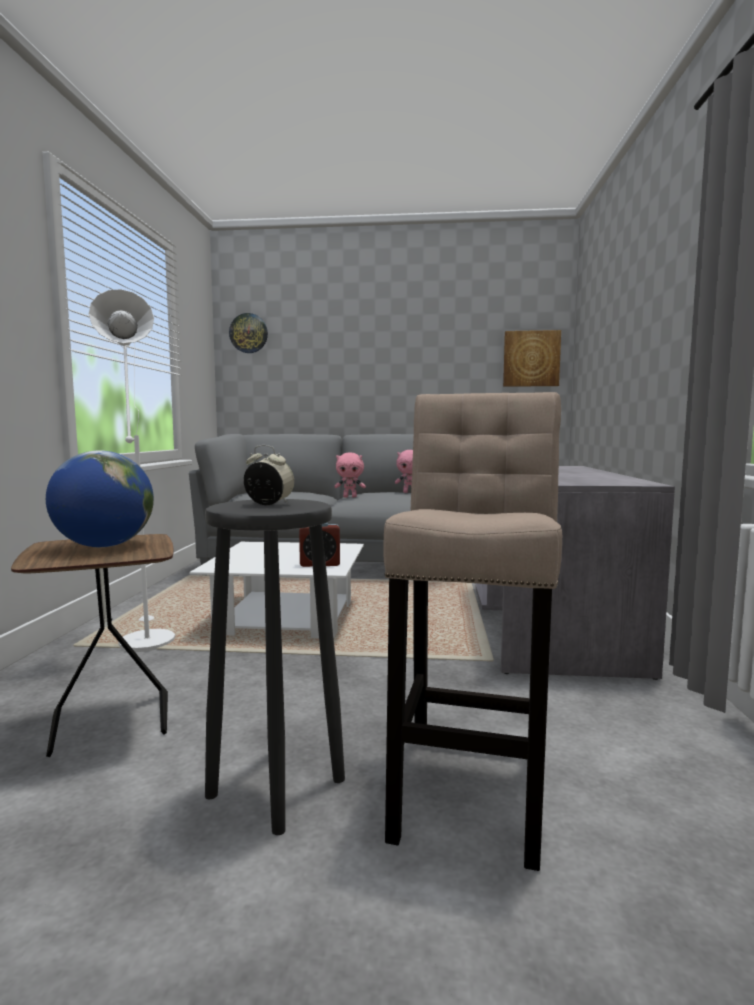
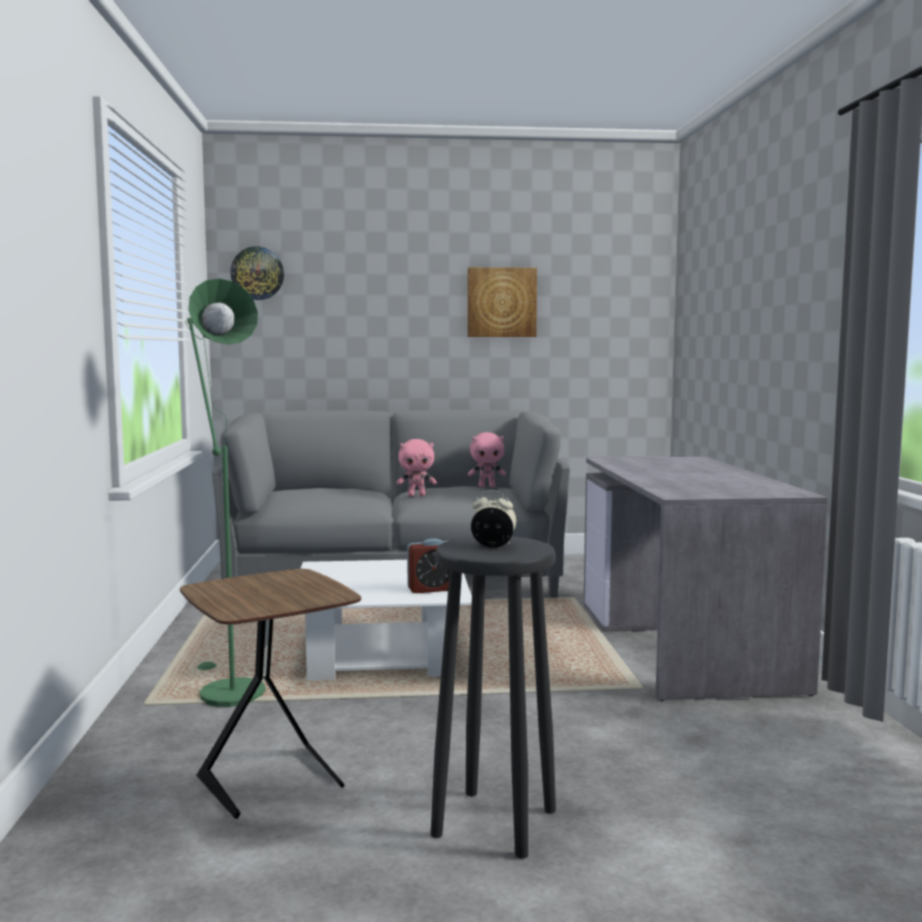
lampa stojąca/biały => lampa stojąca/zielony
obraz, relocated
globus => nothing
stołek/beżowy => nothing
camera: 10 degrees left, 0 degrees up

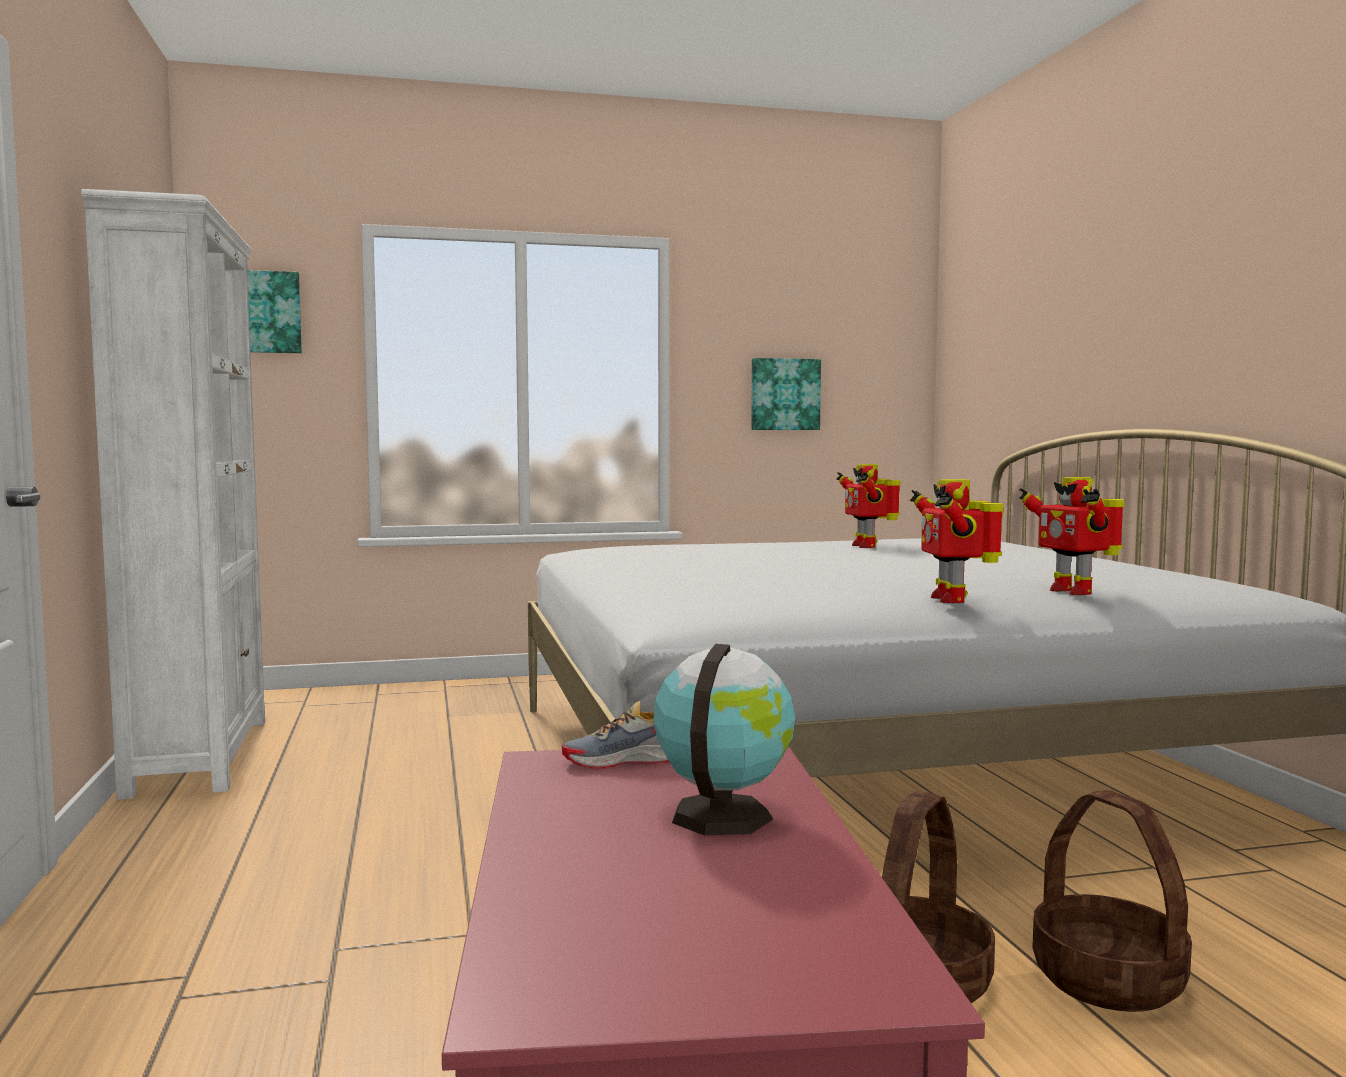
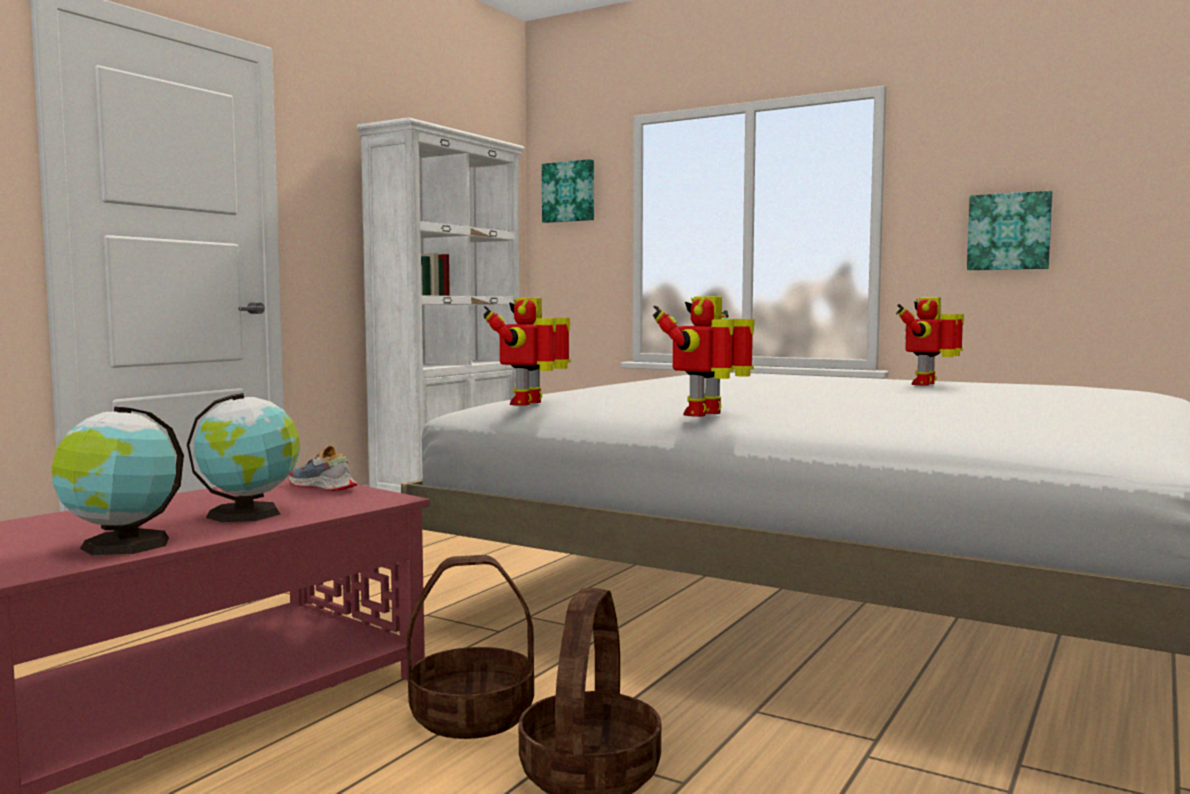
nothing => globus (no. 1 from left)
robot zabawkowy (no. 3 from left in the first image) => robot zabawkowy (no. 1 from left), relocated
camera: 45 degrees right, 0 degrees up

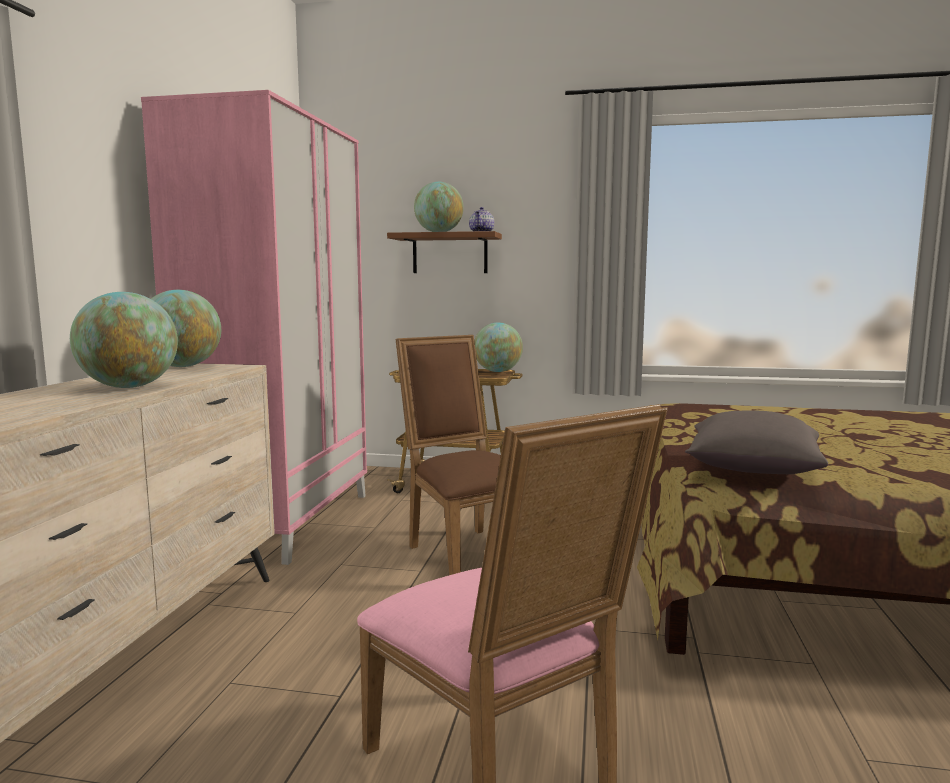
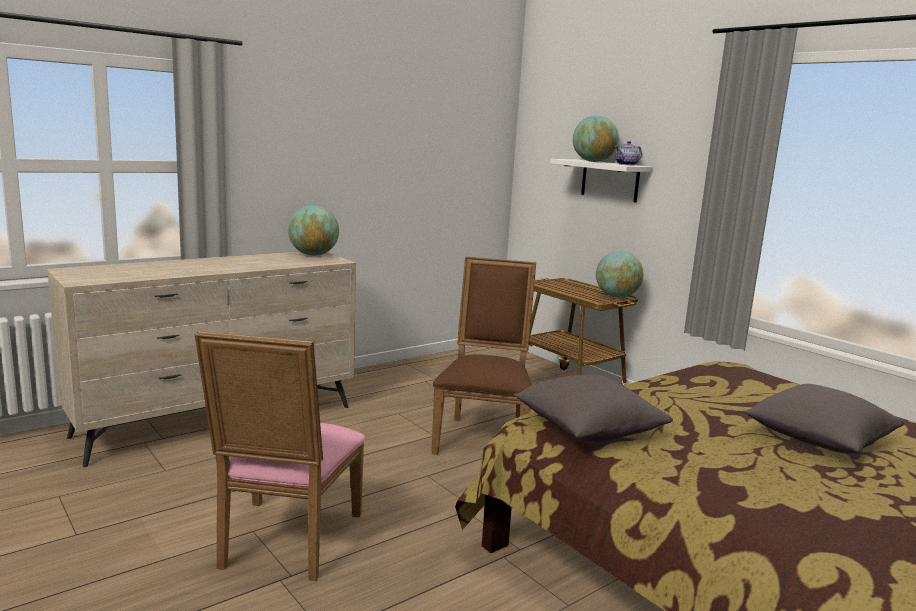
półka/brązowy => półka/biały
nothing => poduszka/szary (no. 2 from left)
globus (no. 1 from left) => nothing
szafa/różowy => nothing
camera: 40 degrees right, 5 degrees up

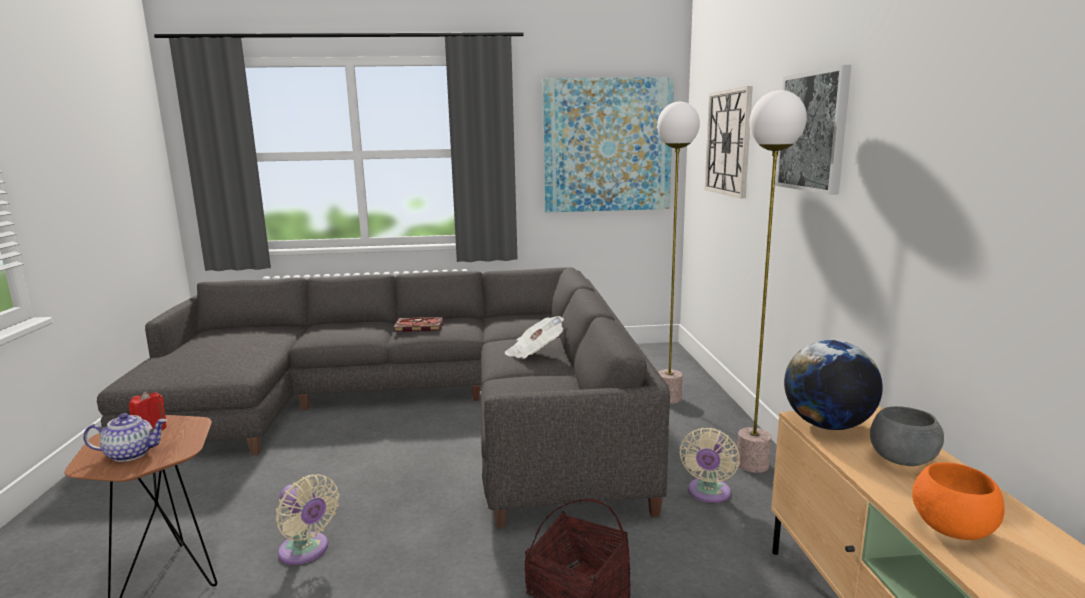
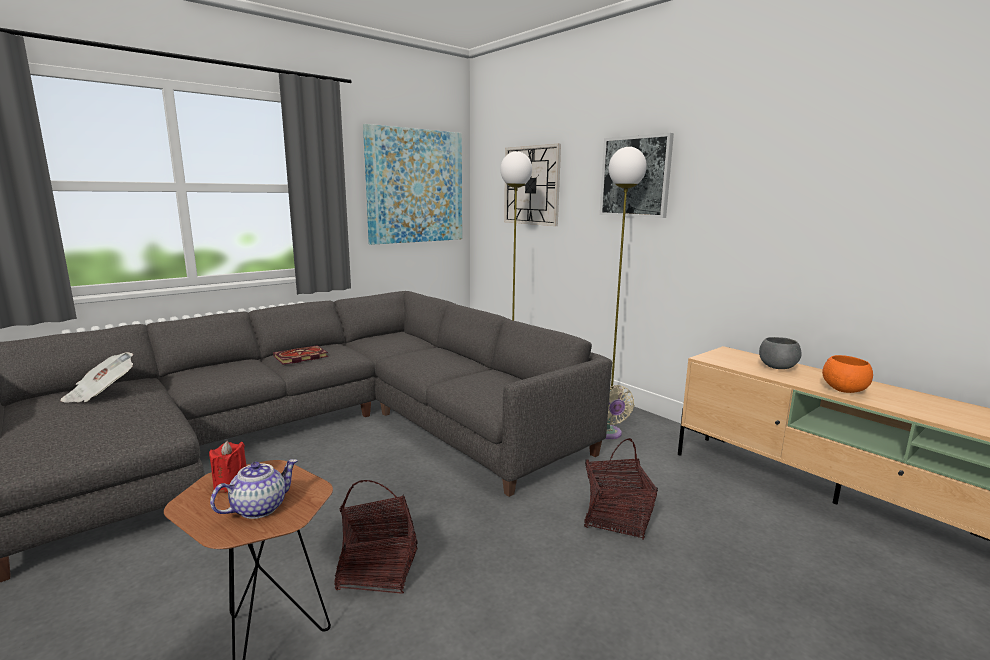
gazeta, relocated
wentylator/beżowy (no. 1 from left) => koszyk (no. 1 from left)
globus => nothing
camera: 35 degrees left, 0 degrees up

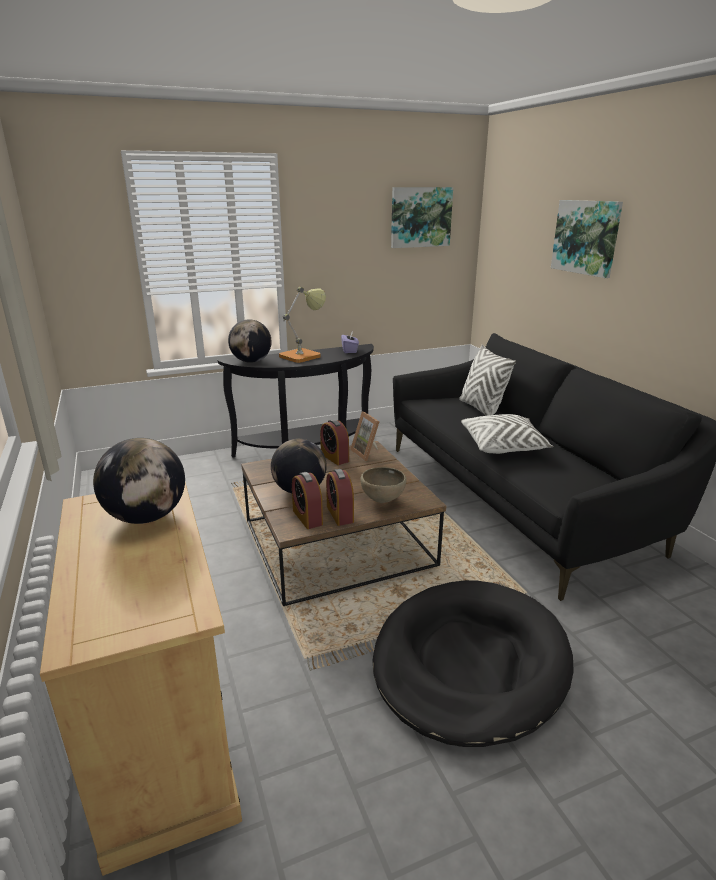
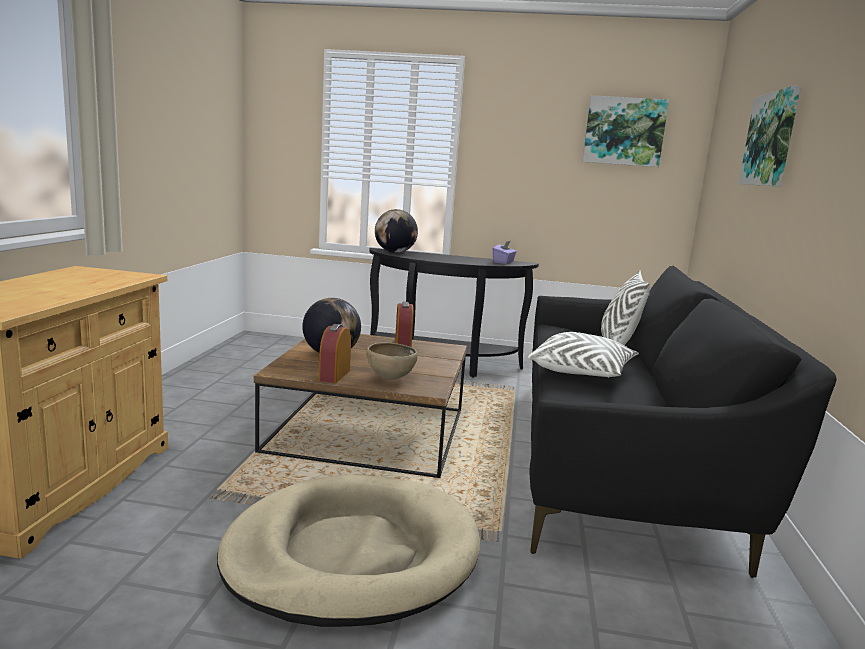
legowisko/czarny => legowisko/beżowy
globus (no. 1 from left) => nothing
lampa stołowa => nothing
budzik (no. 1 from left) => nothing
ramka na zdjęcie => nothing
camera: 30 degrees right, 10 degrees down

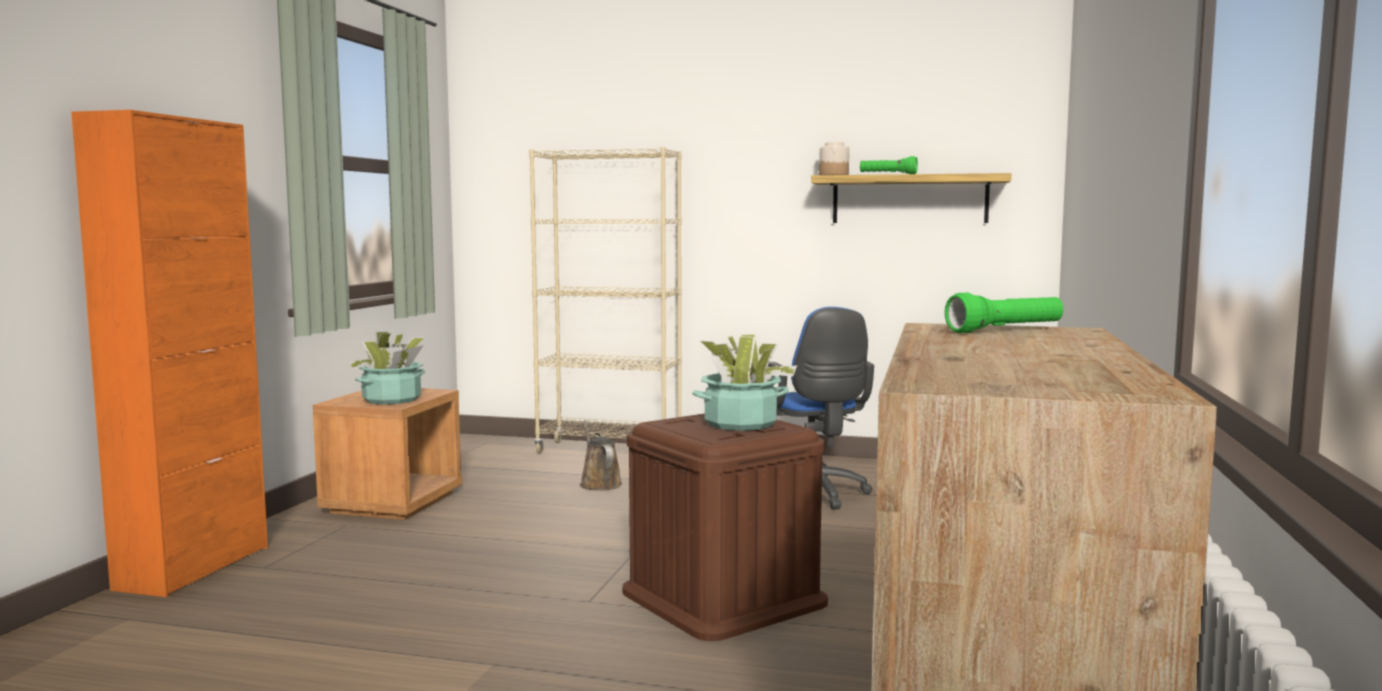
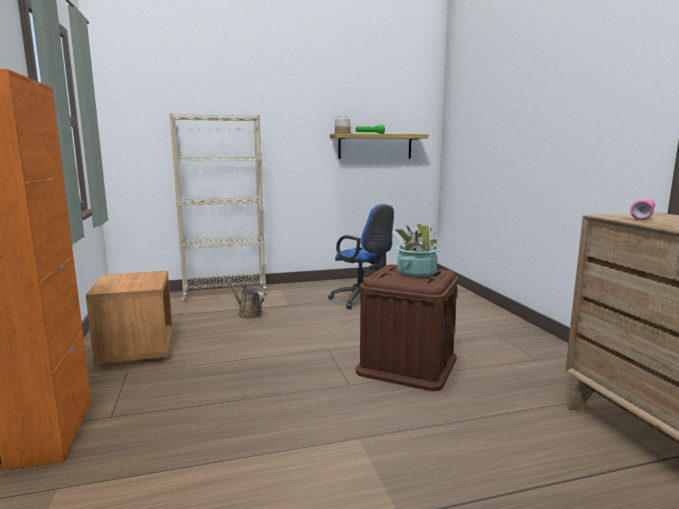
latarka/zielony (no. 2 from left) => latarka/różowy
roślina doniczkowa (no. 1 from left) => nothing
camera: 30 degrees left, 5 degrees up

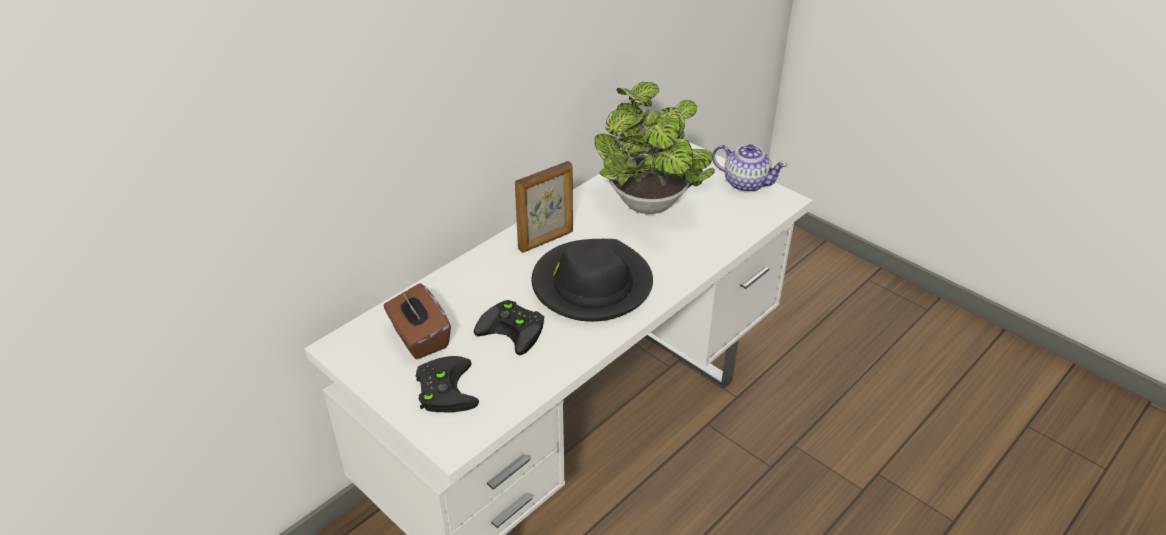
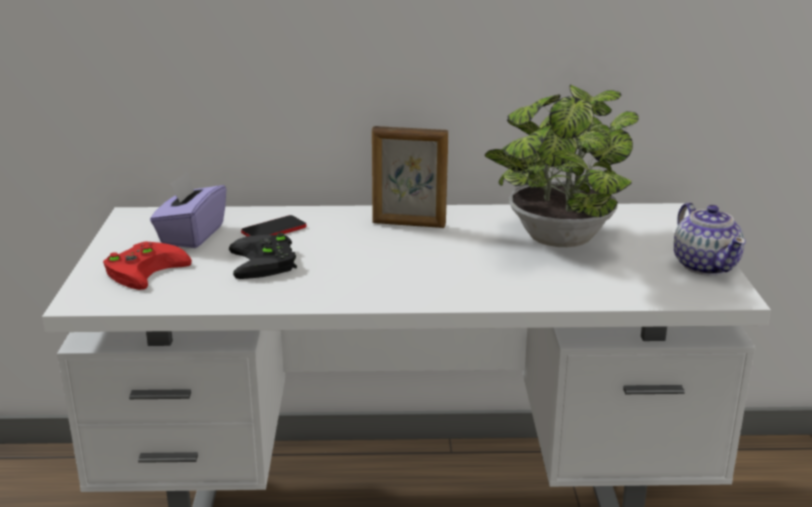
pad do gier/czarny (no. 1 from left) => pad do gier/czerwony
pudełko chusteczek/brązowy => pudełko chusteczek/fioletowy
nothing => telefon
kapelusz/czarny => nothing
camera: 45 degrees right, 15 degrees down

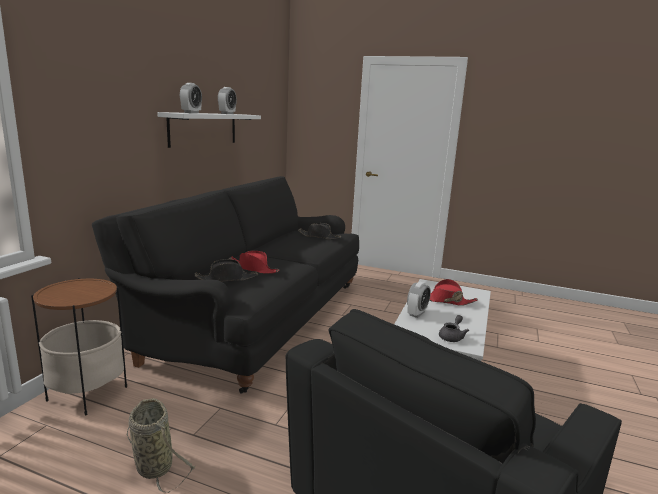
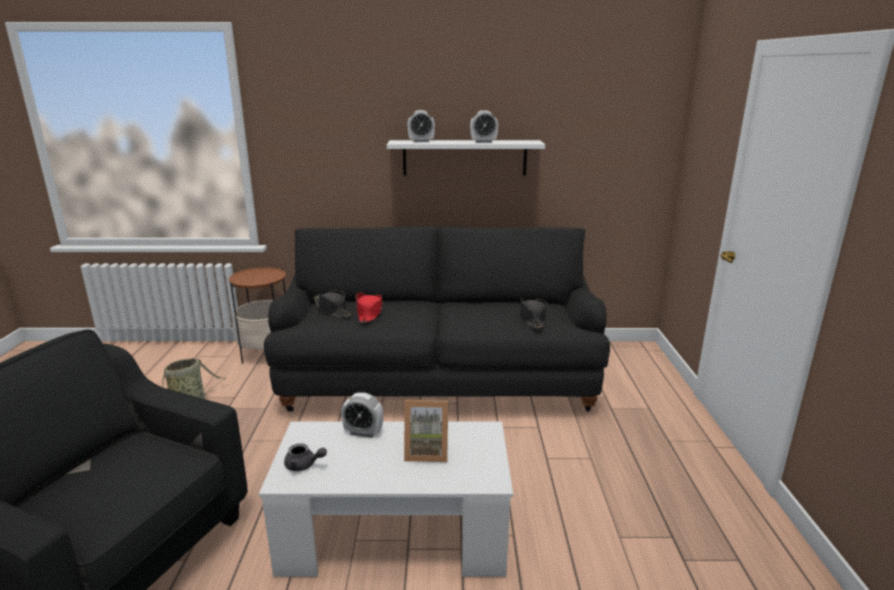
kapelusz/czerwony (no. 2 from left) => ramka na zdjęcie
camera: 70 degrees right, 5 degrees up

